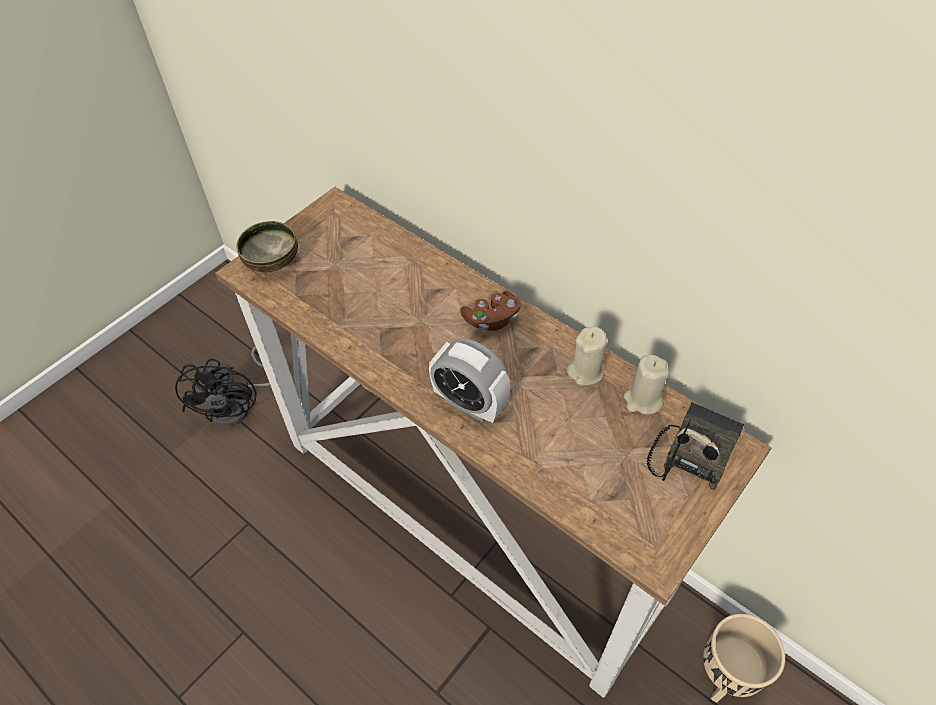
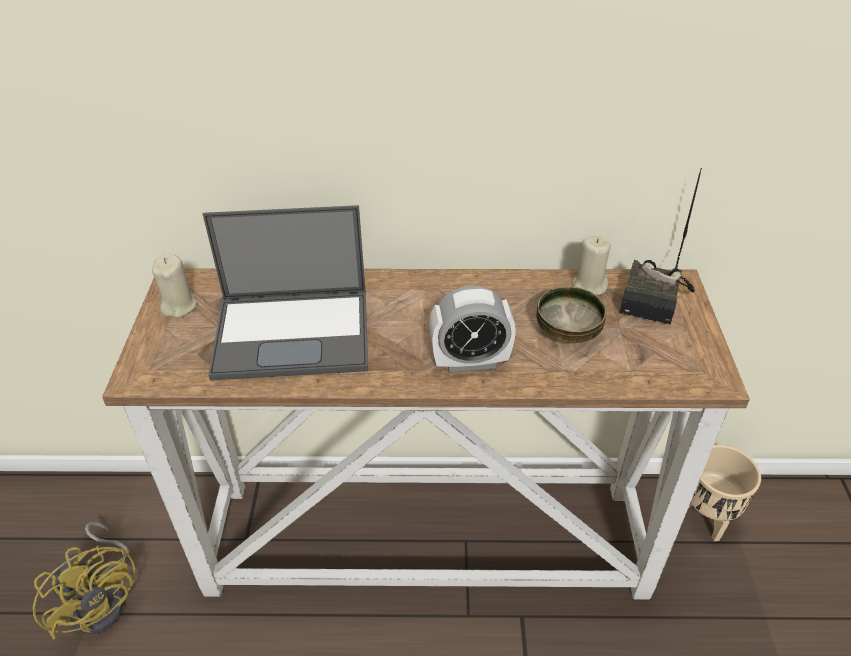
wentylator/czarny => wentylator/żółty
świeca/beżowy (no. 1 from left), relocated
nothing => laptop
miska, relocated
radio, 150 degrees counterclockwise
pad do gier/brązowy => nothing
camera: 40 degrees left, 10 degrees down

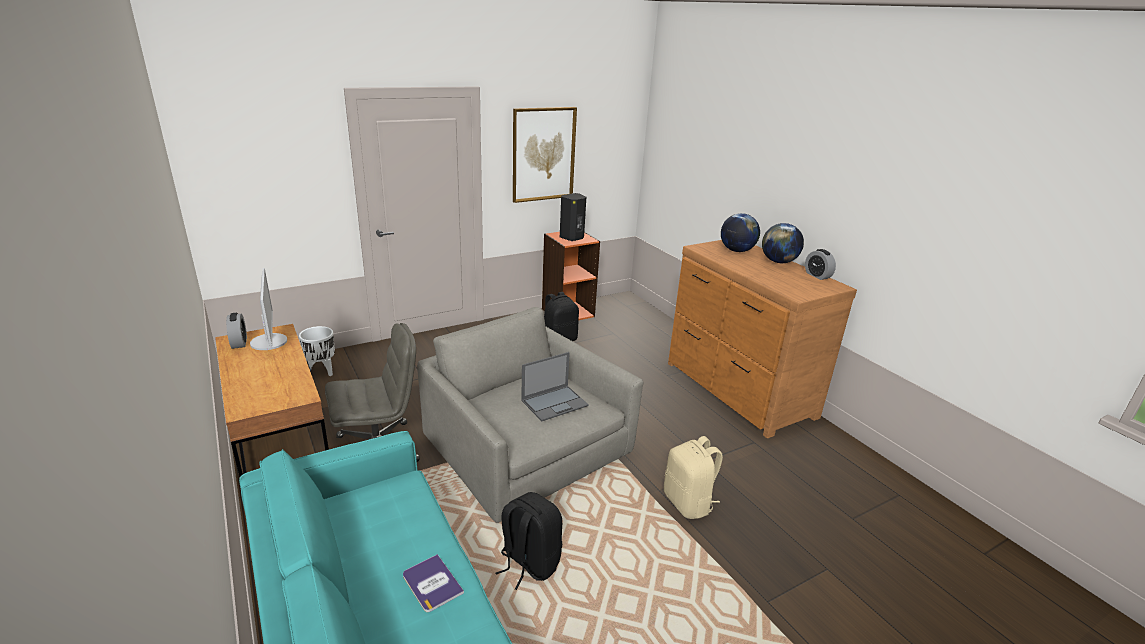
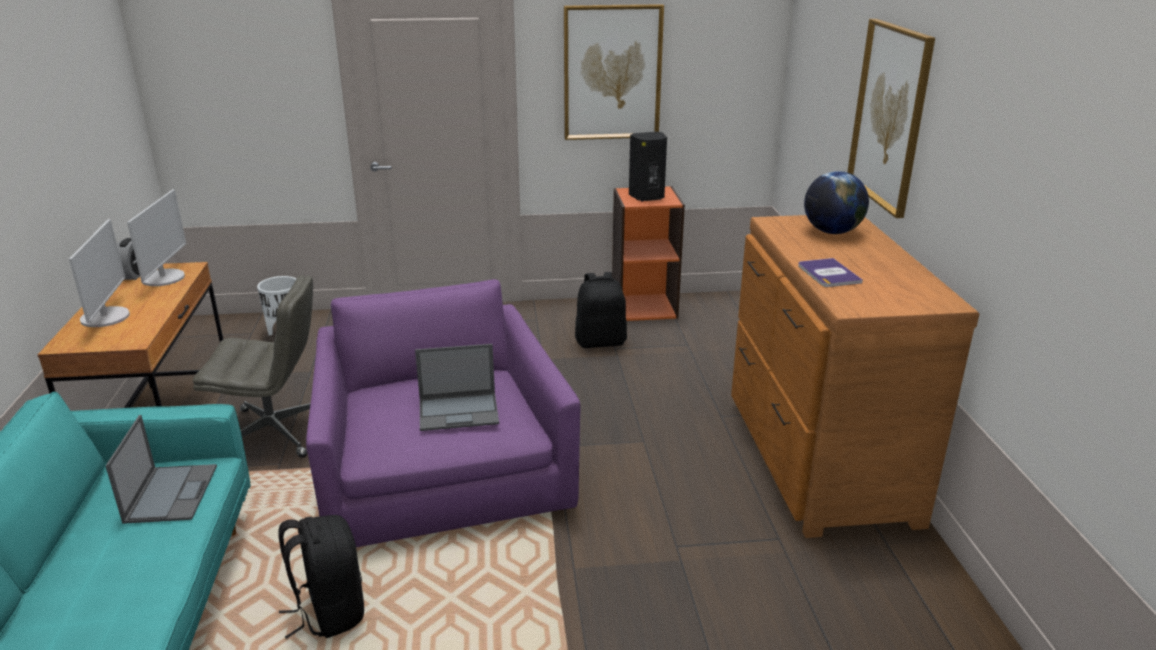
nothing => monitor (no. 1 from left)
nothing => laptop (no. 1 from left)
fotel/szary => fotel/fioletowy
książka, relocated
nothing => obraz (no. 2 from left)
plecak/beżowy => nothing
globus (no. 2 from left) => nothing
budzik (no. 2 from left) => nothing
camera: 25 degrees right, 0 degrees up

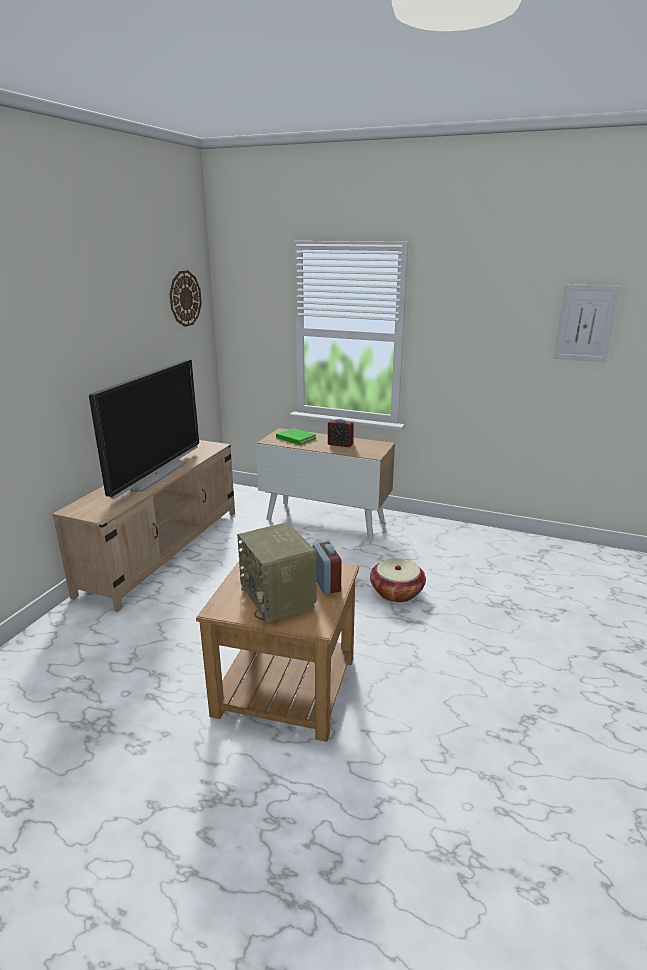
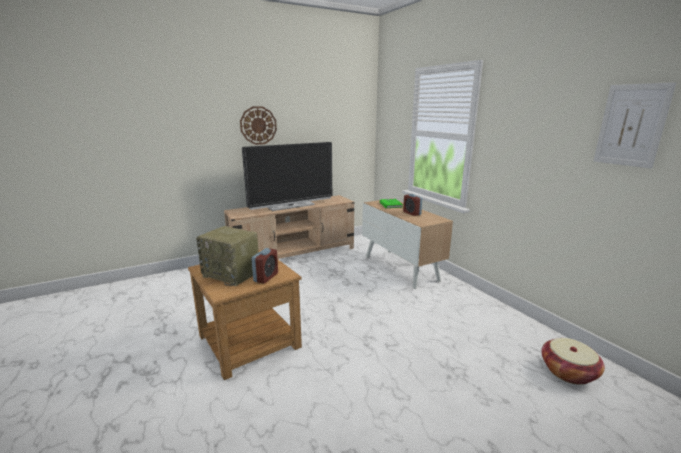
radio, 75 degrees counterclockwise
zegar ścienny, relocated
koszyk, relocated
camera: 40 degrees right, 5 degrees down

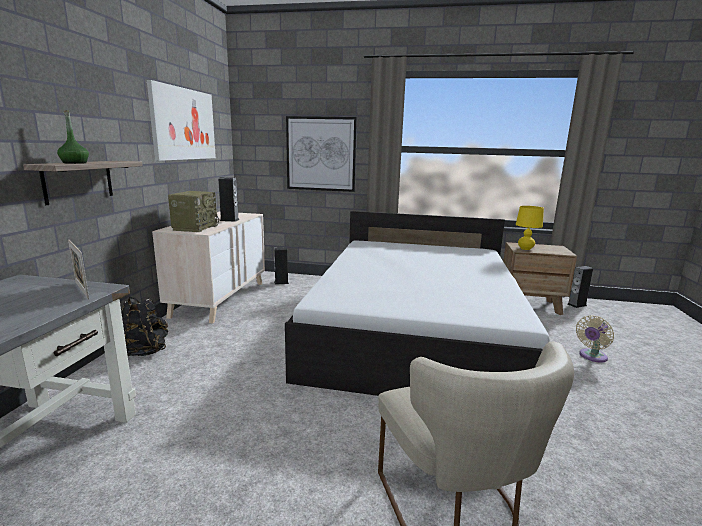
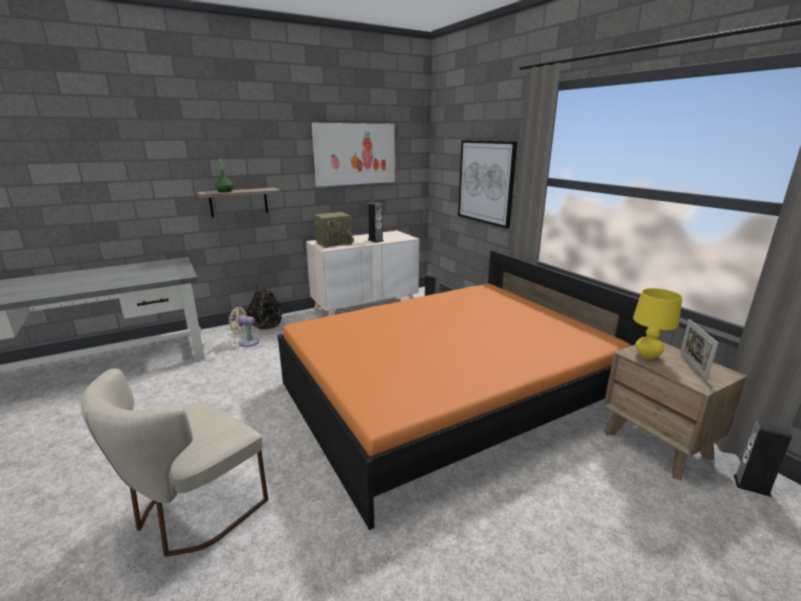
wentylator/beżowy, relocated
łóżko/biały => łóżko/pomarańczowy
ramka na zdjęcie, relocated
camera: 50 degrees right, 5 degrees up

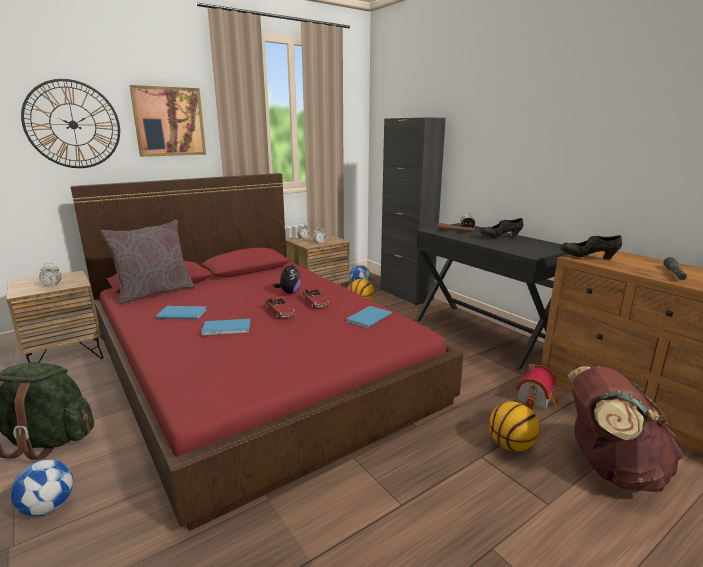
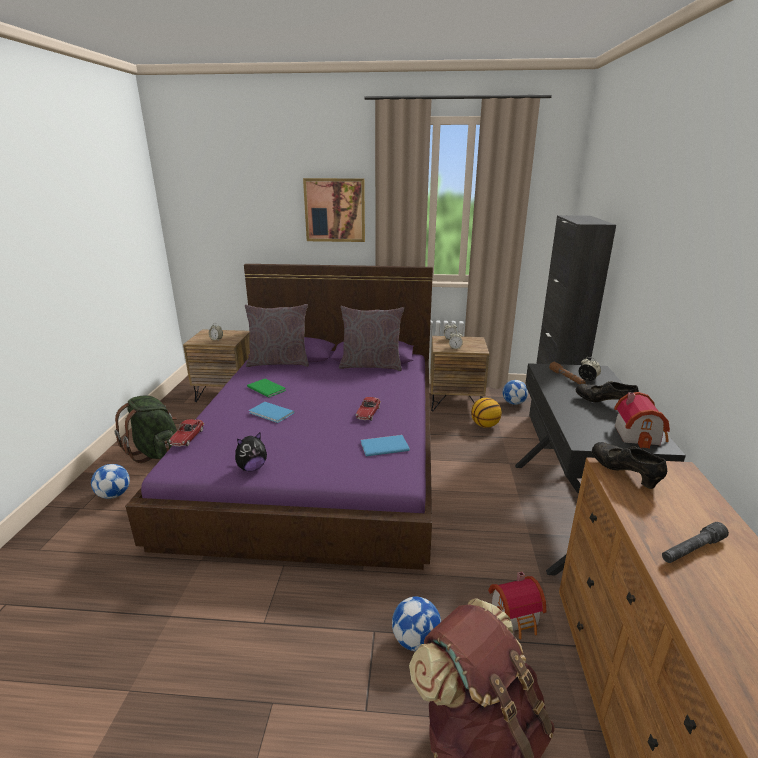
łóżko/czerwony => łóżko/fioletowy
samochodzik (no. 1 from left), relocated
pluszak, relocated
książka/niebieski (no. 1 from left) => książka/zielony
nothing => poduszka/szary (no. 2 from left)
piłka do koszykówki (no. 2 from left) => piłka futbolowa (no. 2 from left)
nothing => domek (no. 2 from left)
zegar ścienny => nothing
camera: 40 degrees right, 5 degrees up

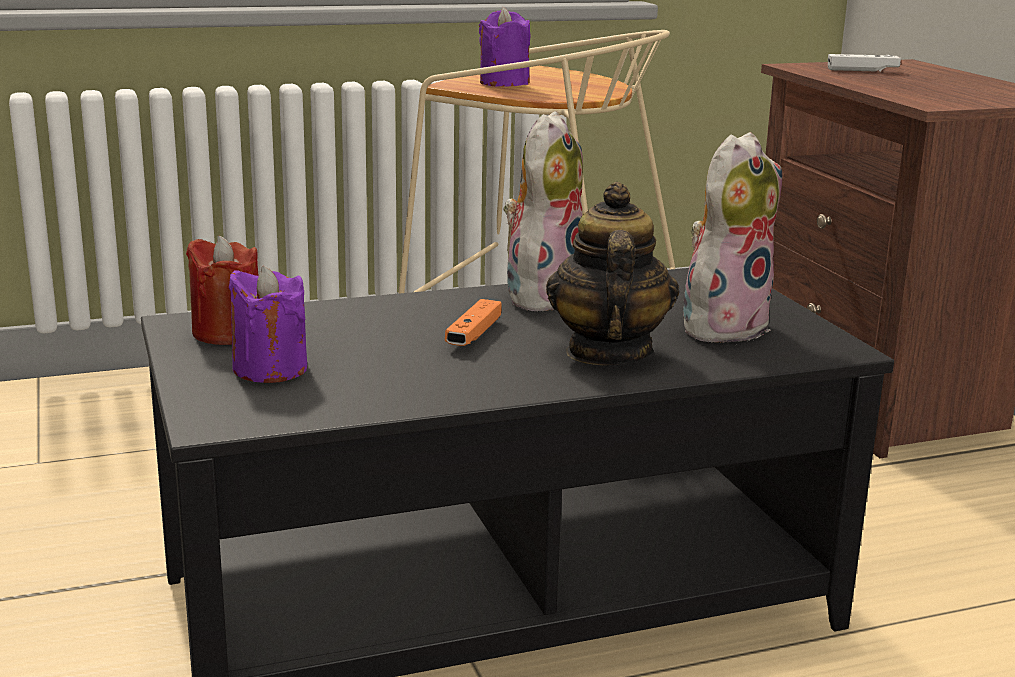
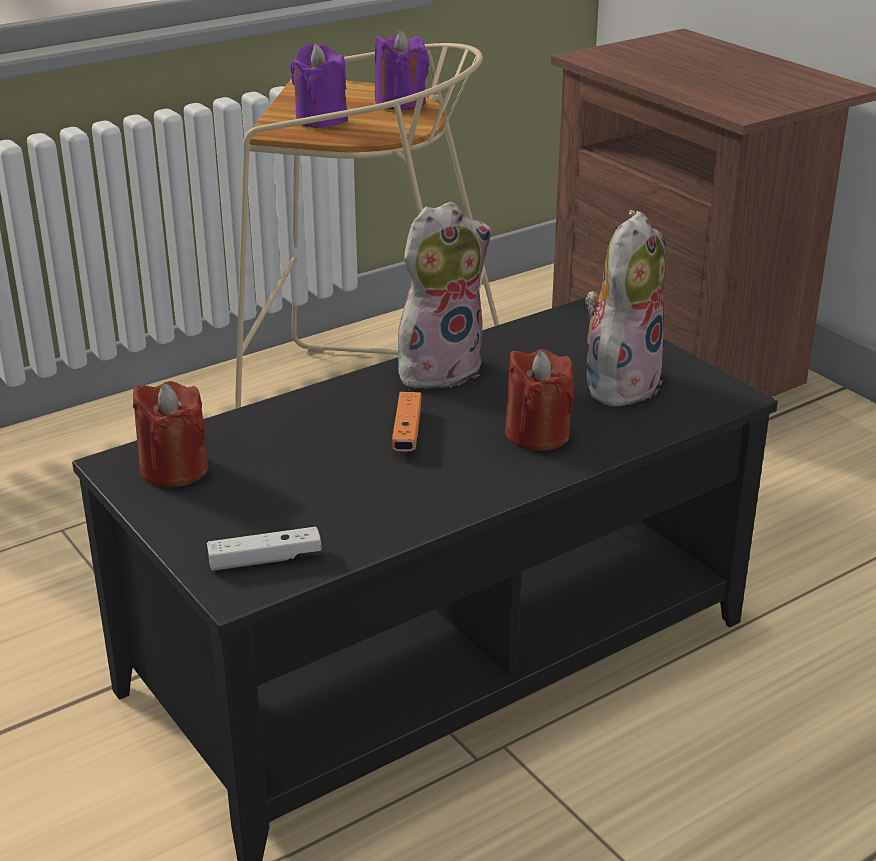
pad do gier/biały, relocated
świeca/fioletowy (no. 1 from left in the first image) => świeca/fioletowy (no. 2 from left), relocated
pluszak (no. 1 from left), 45 degrees clockwise
imbryk => świeca/czerwony (no. 2 from left)
camera: 15 degrees left, 10 degrees up

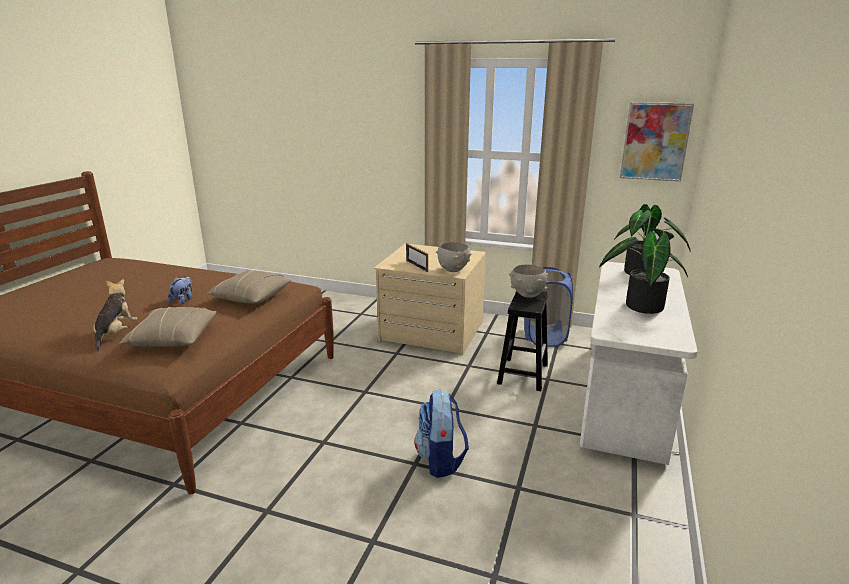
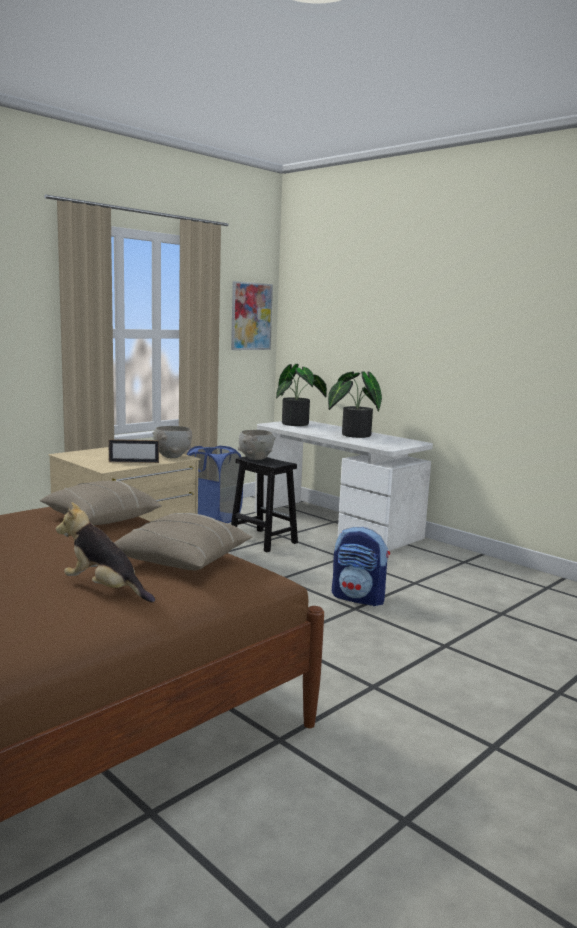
pluszak (no. 2 from left) => nothing
camera: 65 degrees left, 10 degrees down

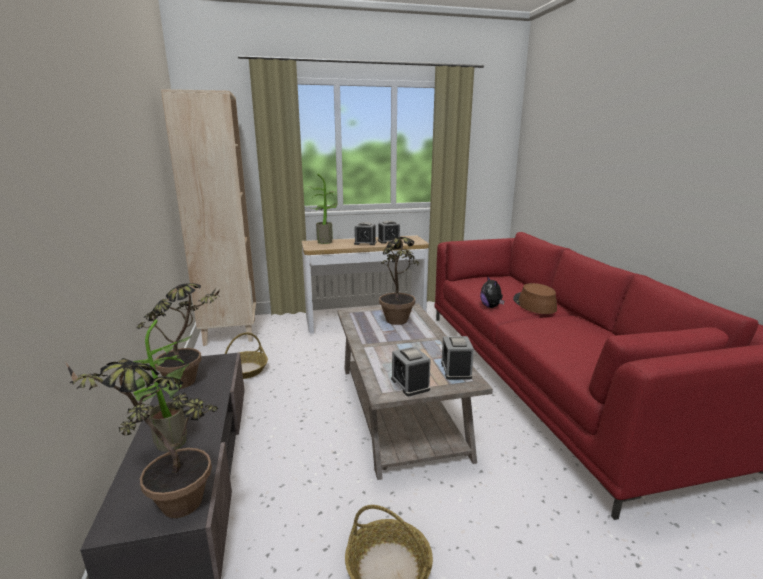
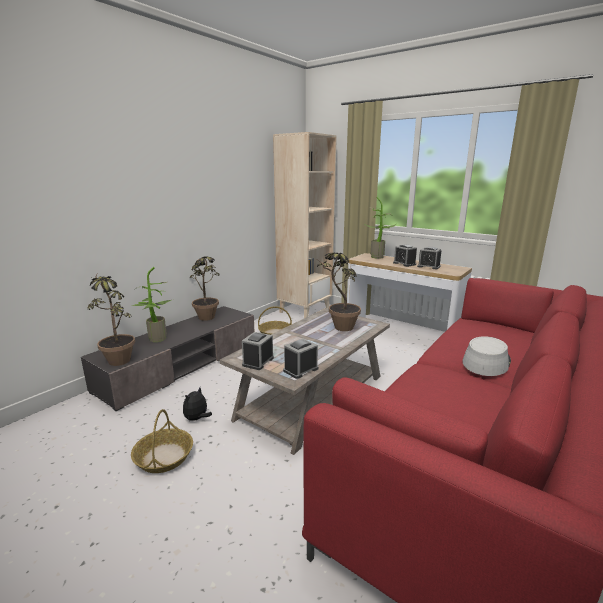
pluszak, relocated
kapelusz/brązowy => kapelusz/szary
camera: 50 degrees right, 0 degrees up

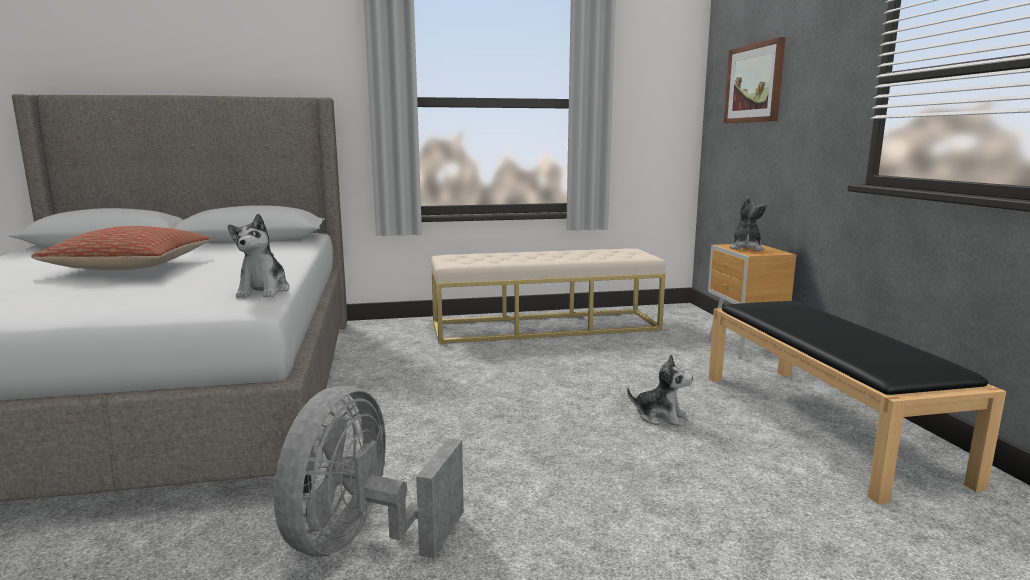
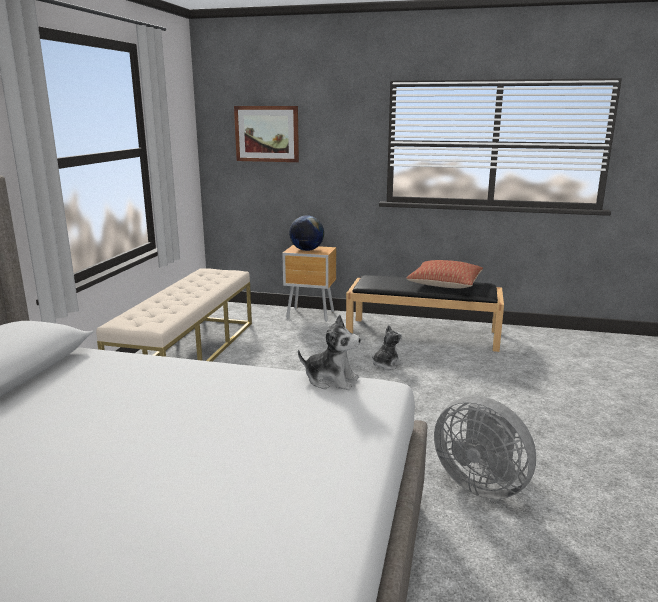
pluszak (no. 3 from left) => globus
poduszka, relocated
camera: 65 degrees left, 5 degrees up

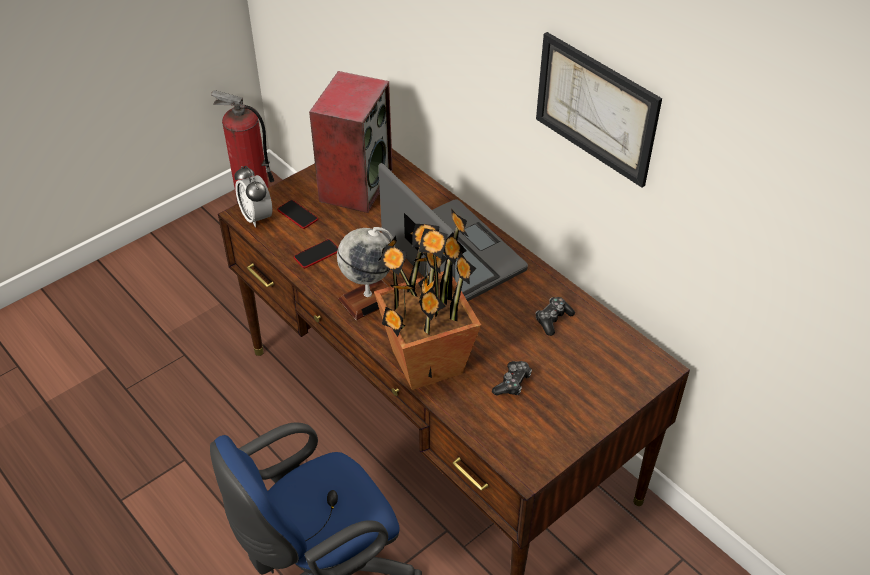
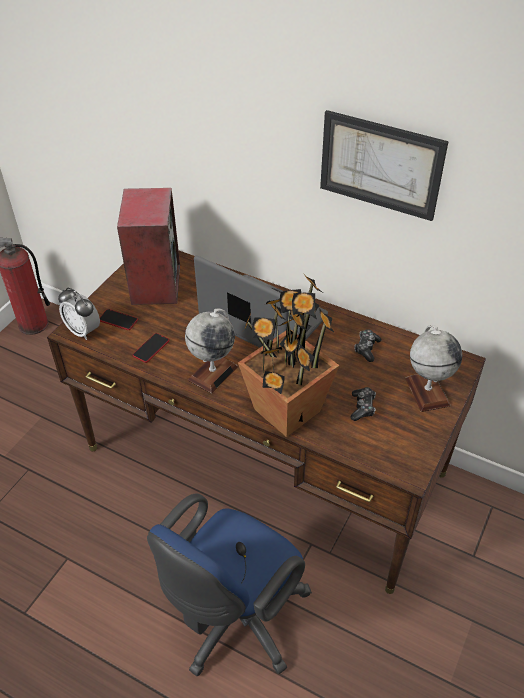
nothing => globus (no. 2 from left)
camera: 20 degrees left, 0 degrees up

